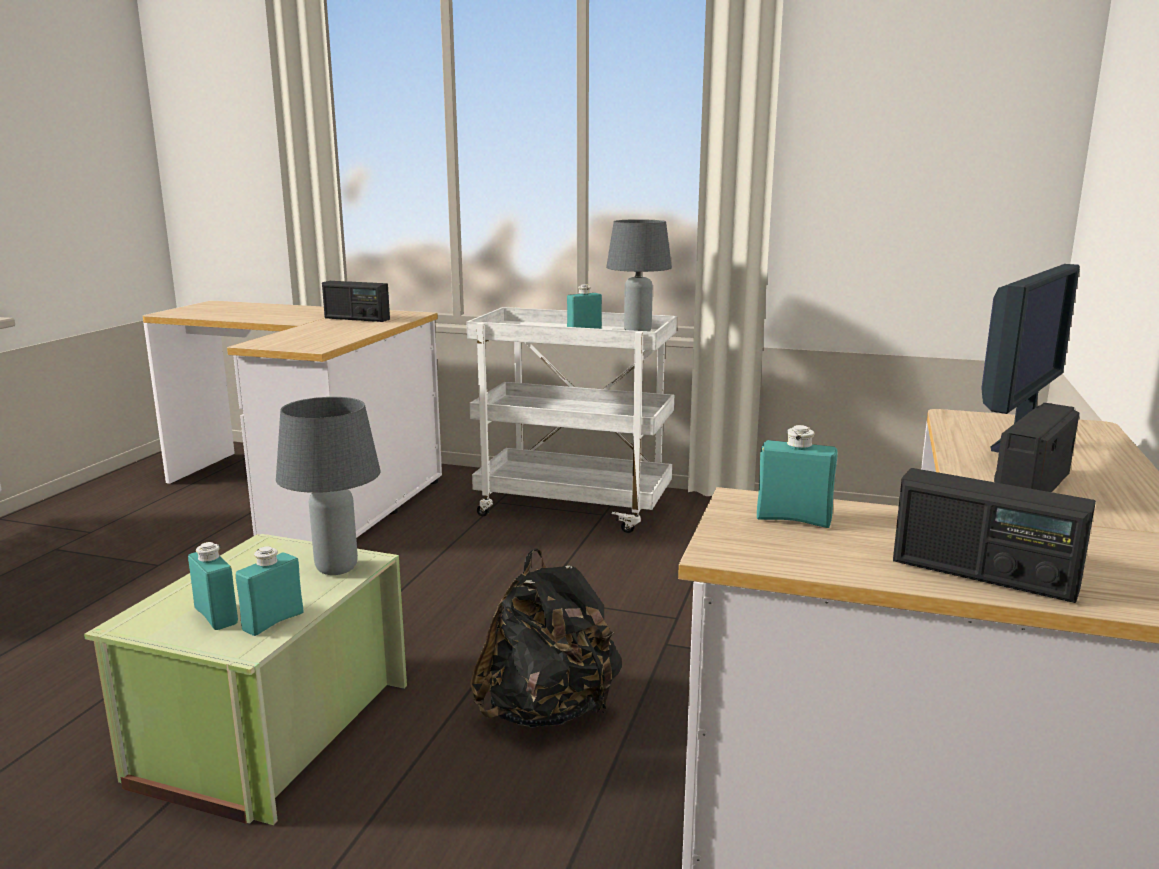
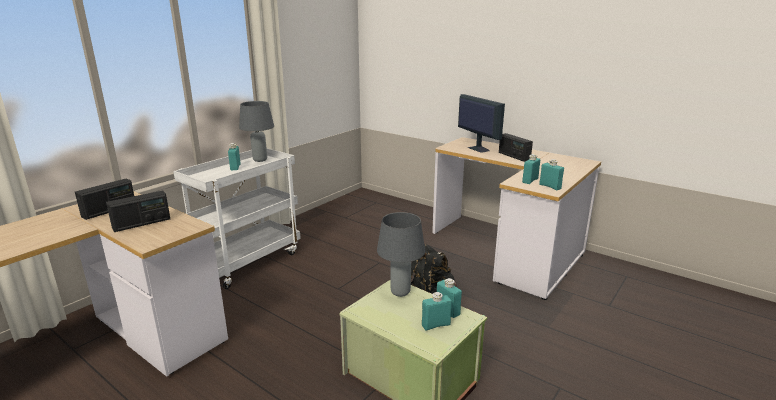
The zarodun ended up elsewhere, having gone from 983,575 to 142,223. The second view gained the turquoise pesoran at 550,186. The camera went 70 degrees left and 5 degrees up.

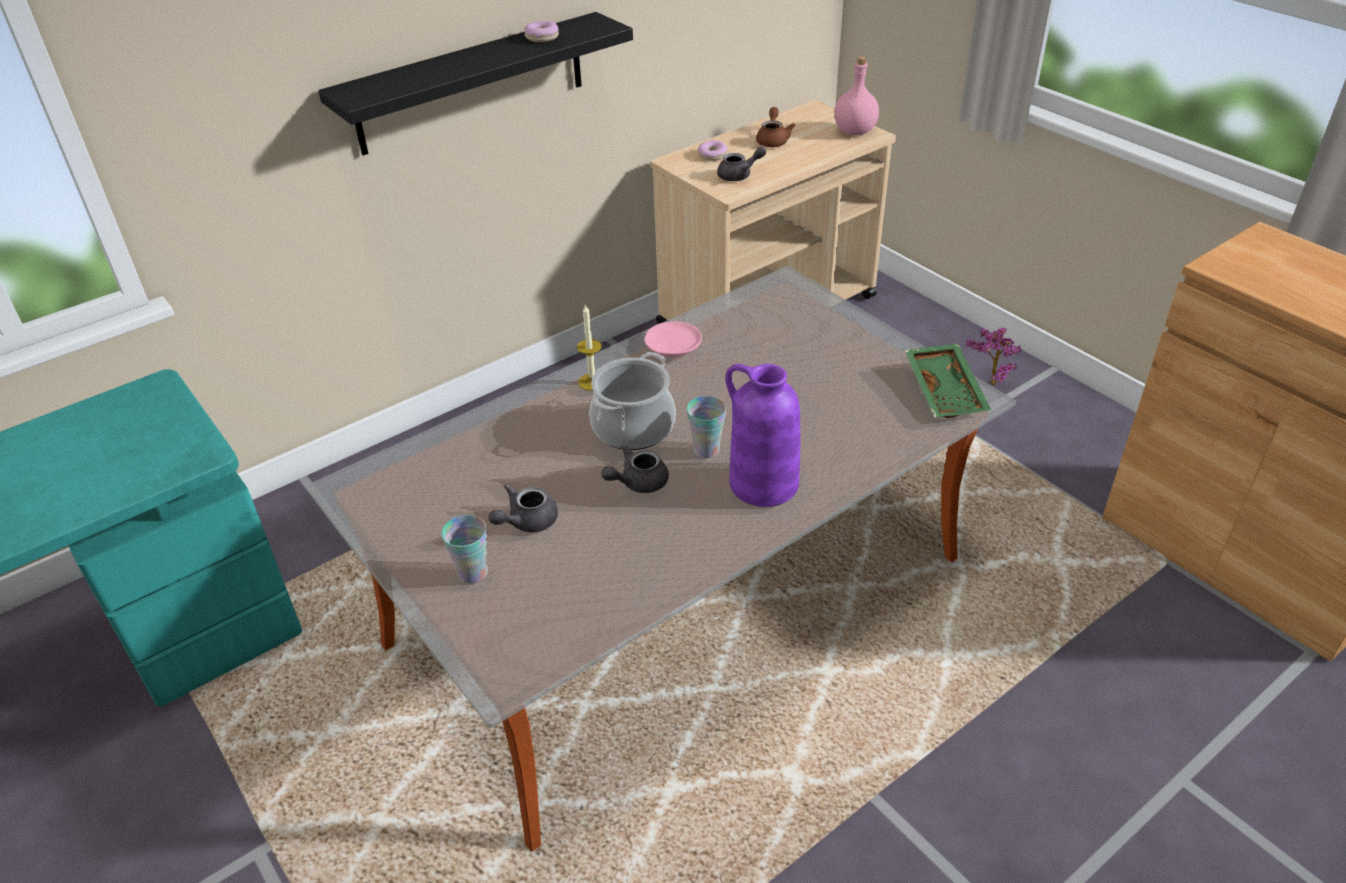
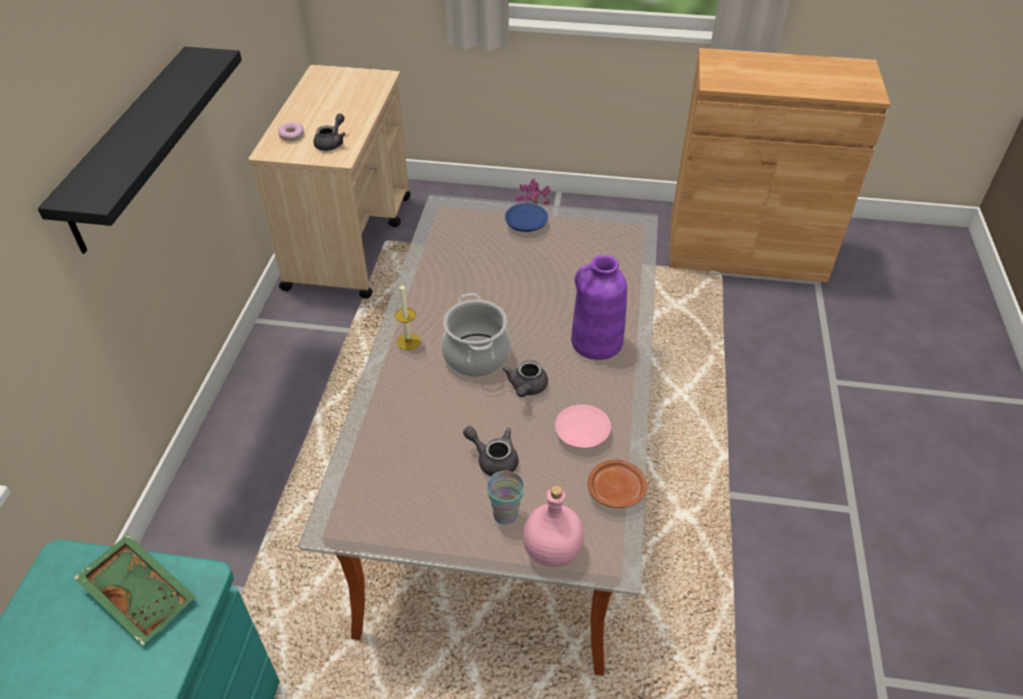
The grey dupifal at 526,522 ended up facing another way, 120 degrees clockwise from before. The second view lost the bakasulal at 542,37. The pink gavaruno ended up elsewhere, having gone from 672,347 to 581,433. The second view lost the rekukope at 706,450. The second view lost the brown dupifal at 773,140. The pink pesoran ended up elsewhere, having gone from 855,132 to 553,551. The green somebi ended up elsewhere, having gone from 946,391 to 142,593. The second view gained the blue gavaruno at 526,224. The second view gained the brown gavaruno at 616,490. The camera went 45 degrees left and 5 degrees up.

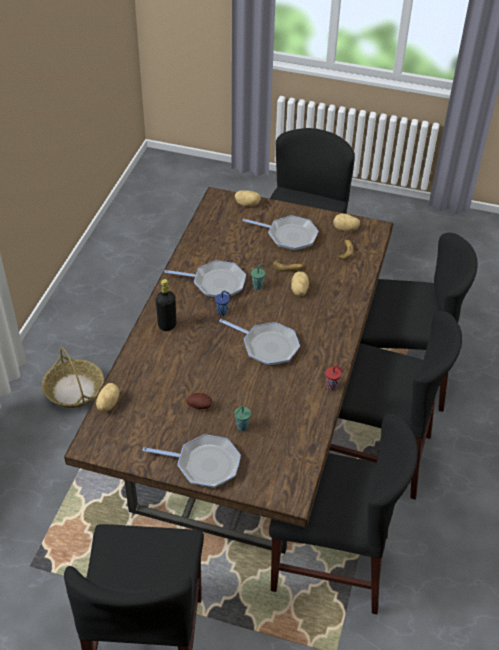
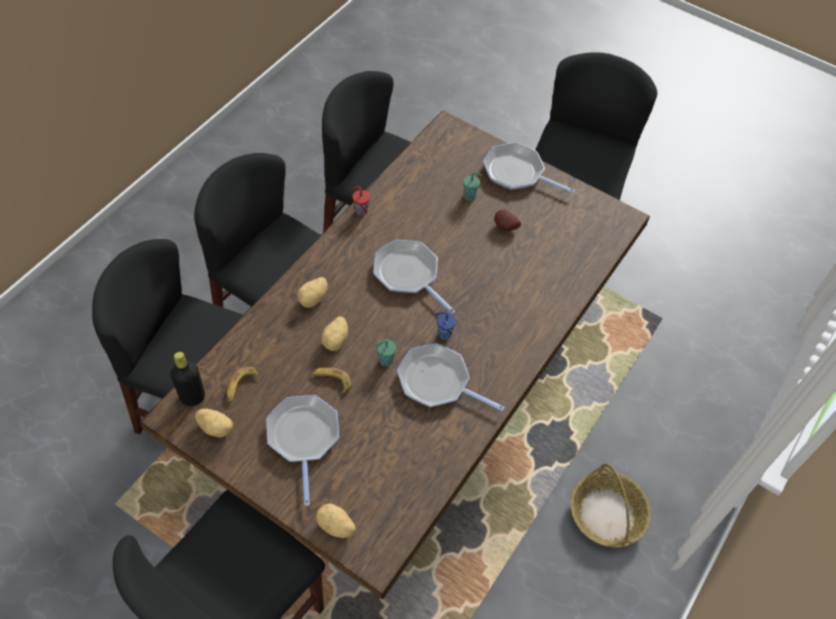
The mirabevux ended up elsewhere, having gone from 107,403 to 314,299. The black pesoran ended up elsewhere, having gone from 167,325 to 192,397. The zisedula at 289,236 ended up facing another way, 45 degrees clockwise from before. The camera went 165 degrees left and 10 degrees up.

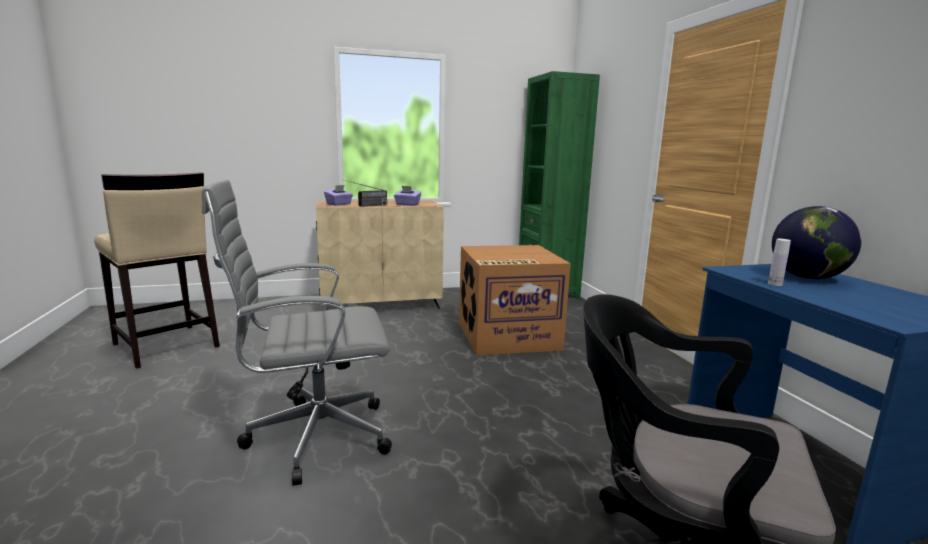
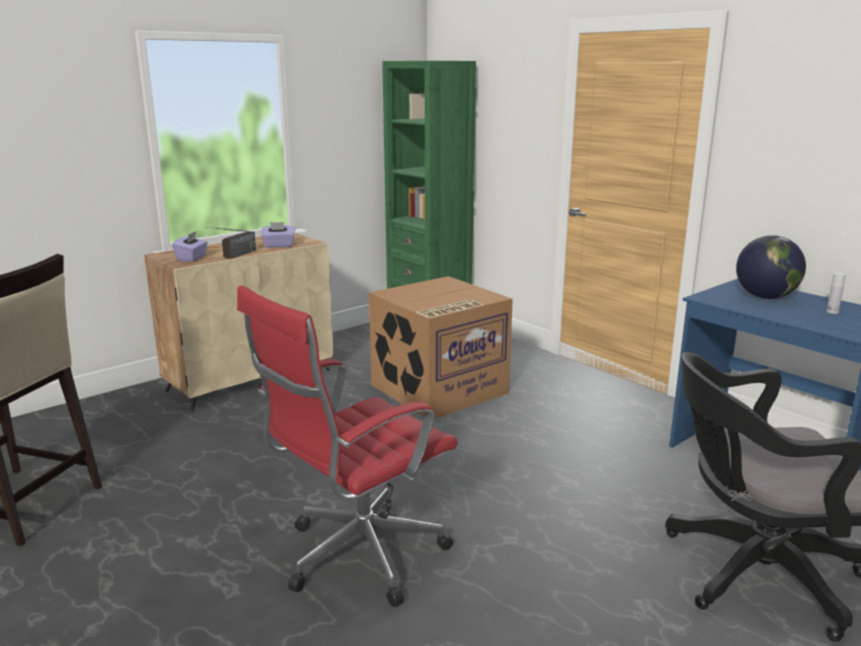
What was the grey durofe at 312,437 turned into the red durofe at 357,557. The white pesoran ended up elsewhere, having gone from 775,284 to 832,312. The camera went 25 degrees left and 5 degrees up.

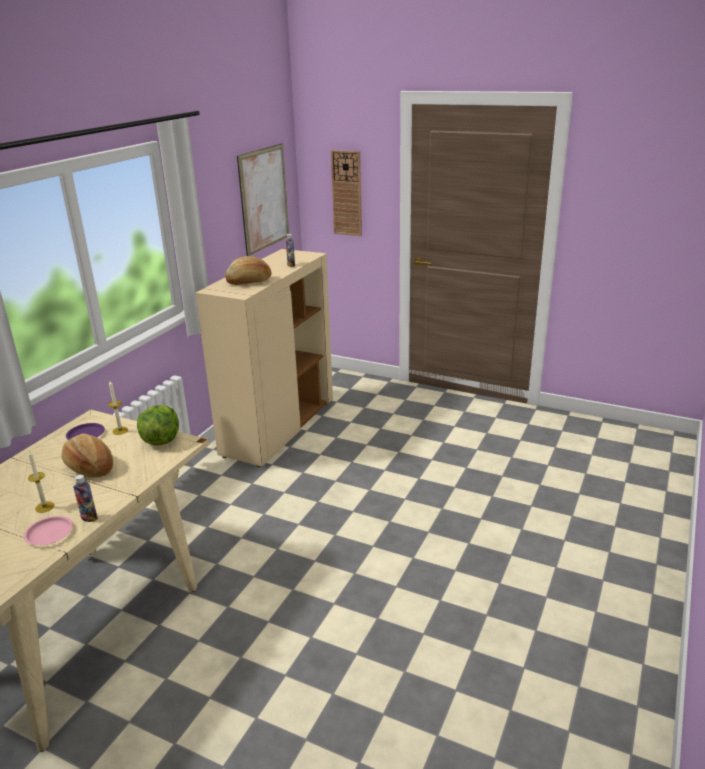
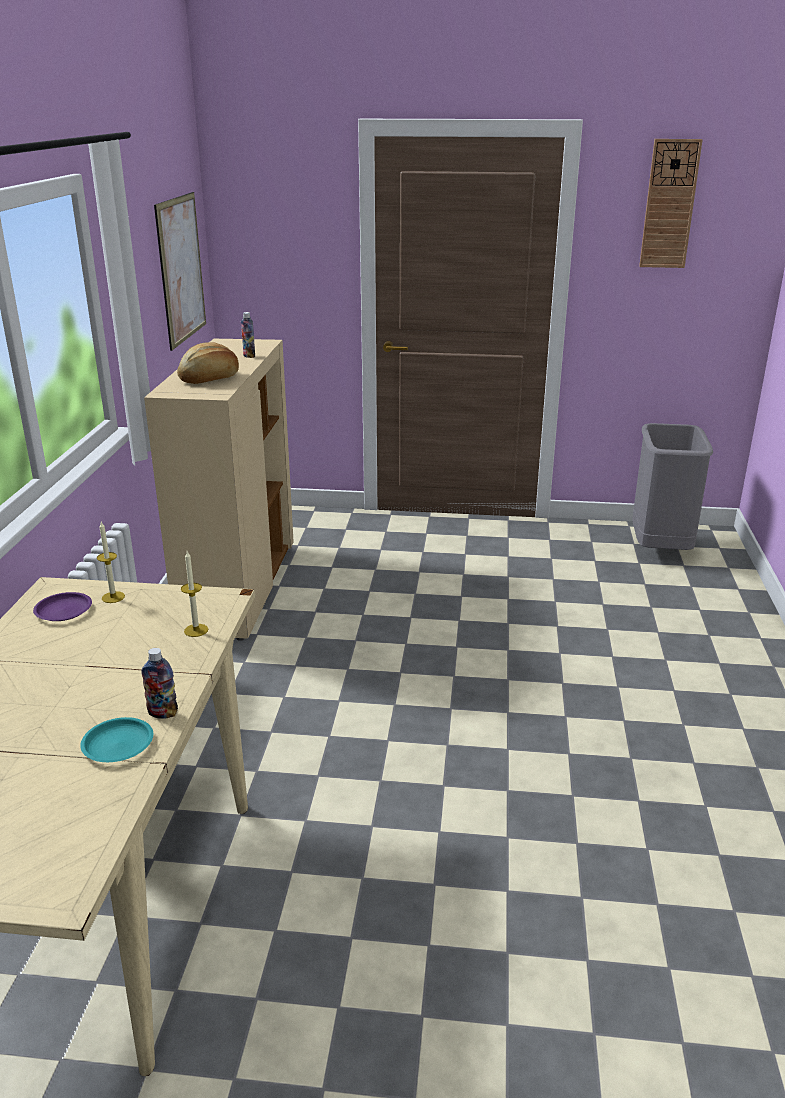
What was the pink gavaruno at 49,533 turned into the turquoise gavaruno at 118,744. The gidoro ended up elsewhere, having gone from 44,507 to 196,630. The second view lost the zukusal at 90,467. The second view lost the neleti at 161,440. The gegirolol ended up elsewhere, having gone from 347,193 to 669,204. The second view gained the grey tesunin at 661,548. The camera went 20 degrees left and 0 degrees up.

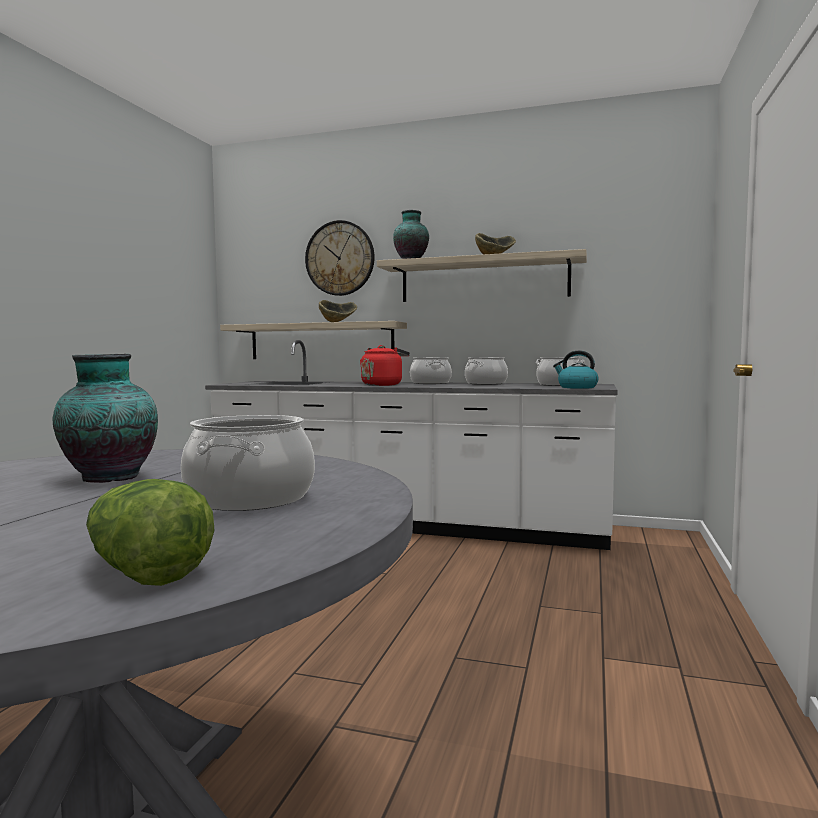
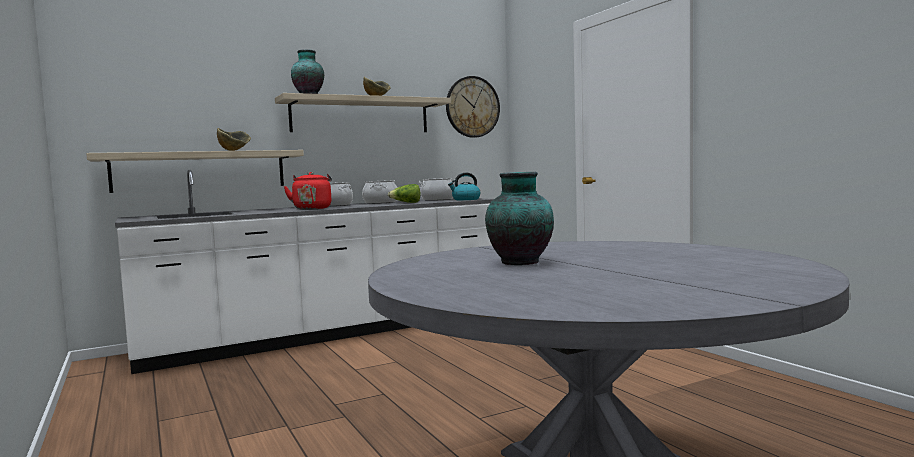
The neleti ended up elsewhere, having gone from 144,570 to 406,203. The second view lost the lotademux at 249,498. The gegirolol ended up elsewhere, having gone from 340,258 to 472,107. The camera went 45 degrees left and 0 degrees up.

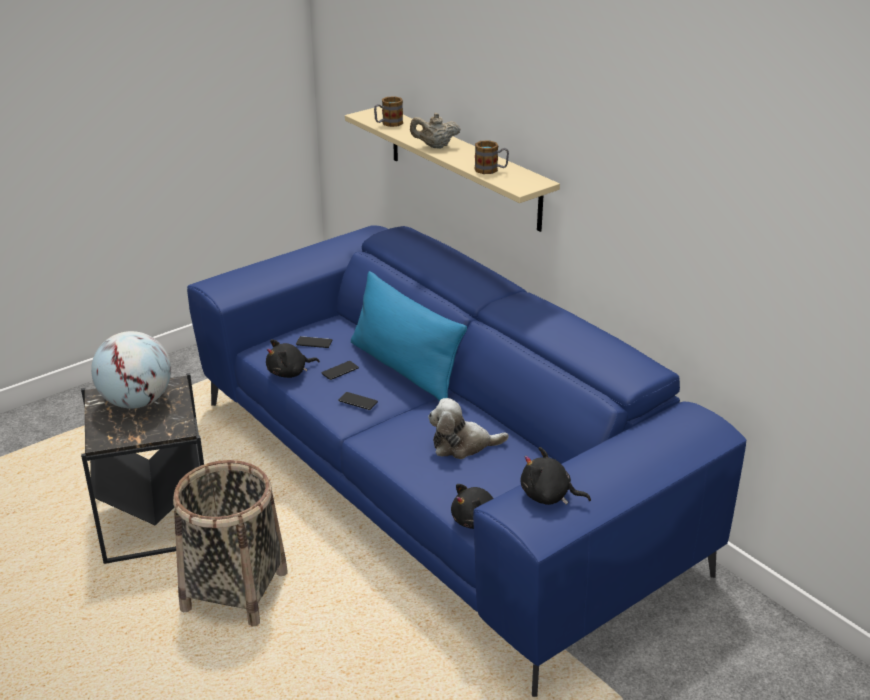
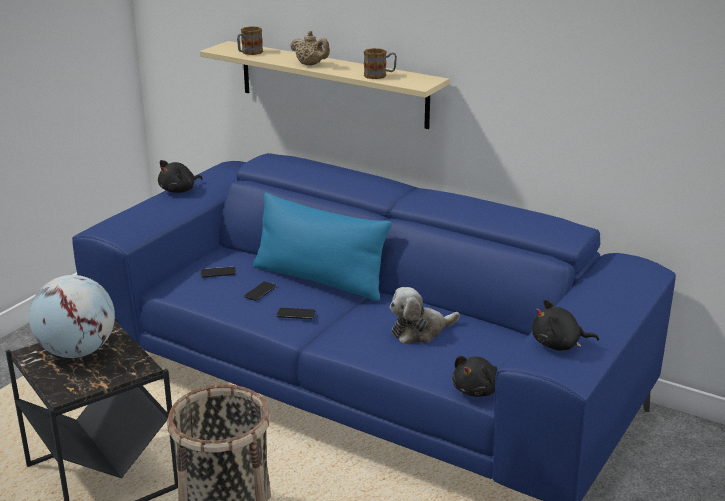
The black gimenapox ended up elsewhere, having gone from 289,373 to 179,190. The beige dupifal at 435,146 ended up facing another way, 120 degrees counterclockwise from before. The camera went 20 degrees left and 5 degrees down.

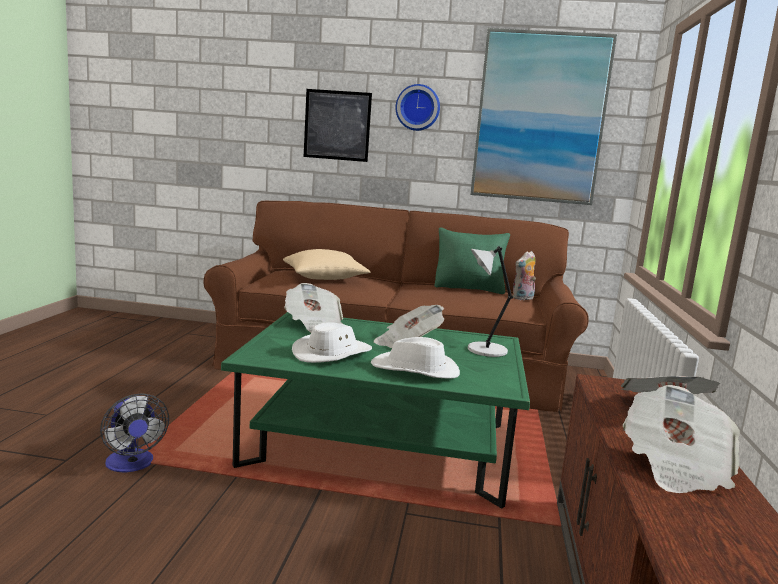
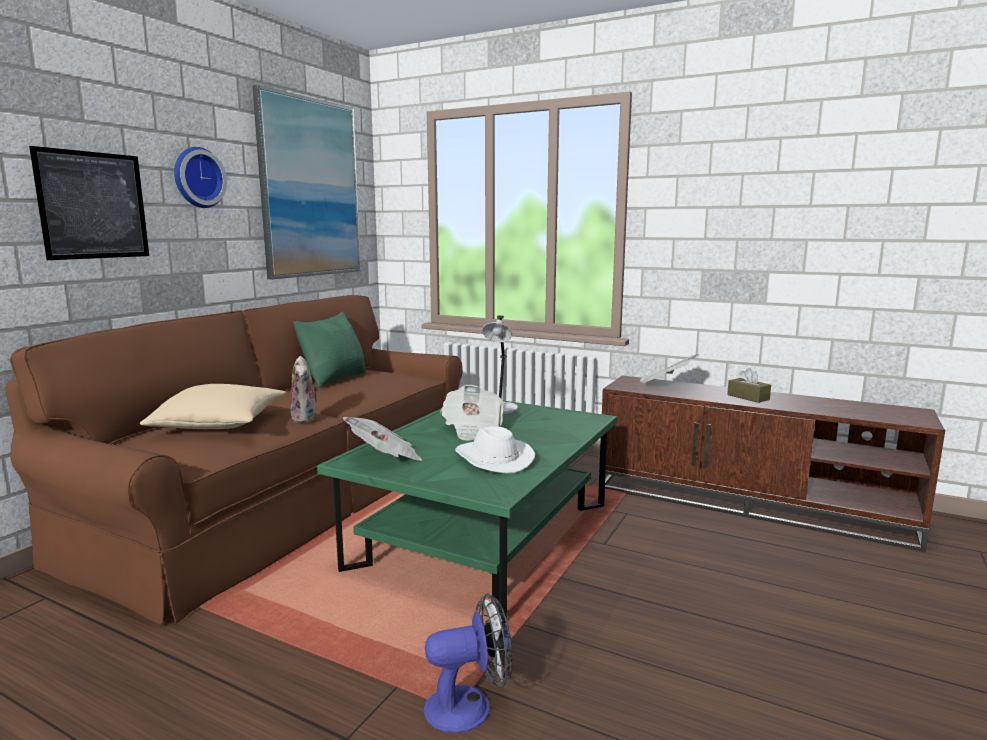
The second view lost the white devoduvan at 415,370. The gimenapox ended up elsewhere, having gone from 523,299 to 305,418. Where the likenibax stood at 675,467, the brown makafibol came to stand at 748,397. The camera went 70 degrees left and 0 degrees up.

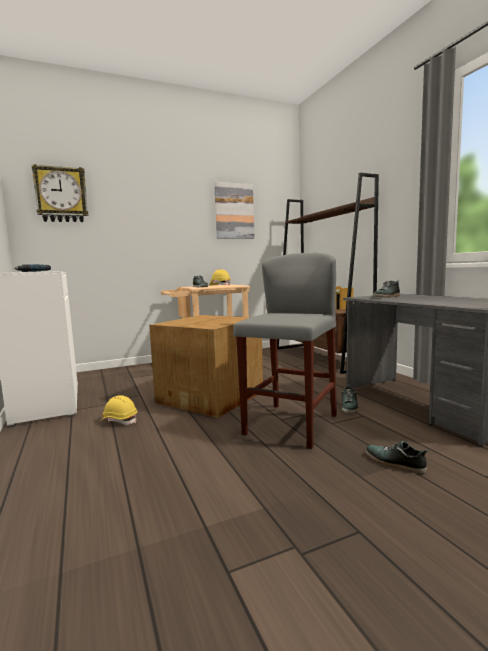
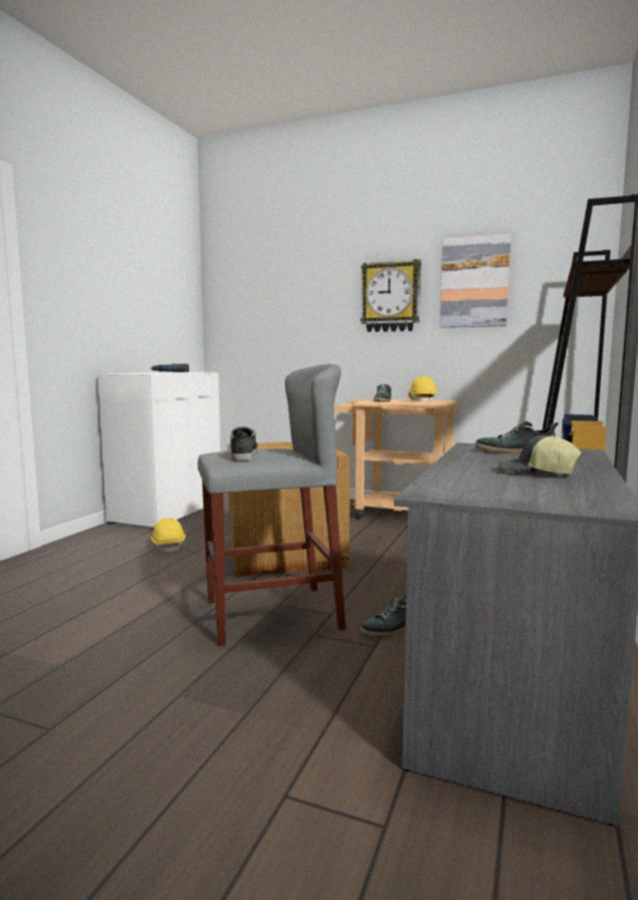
The gegirolol ended up elsewhere, having gone from 61,195 to 391,297. The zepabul ended up elsewhere, having gone from 394,462 to 243,454. The second view gained the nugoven at 536,473. The camera went 45 degrees right and 0 degrees up.

